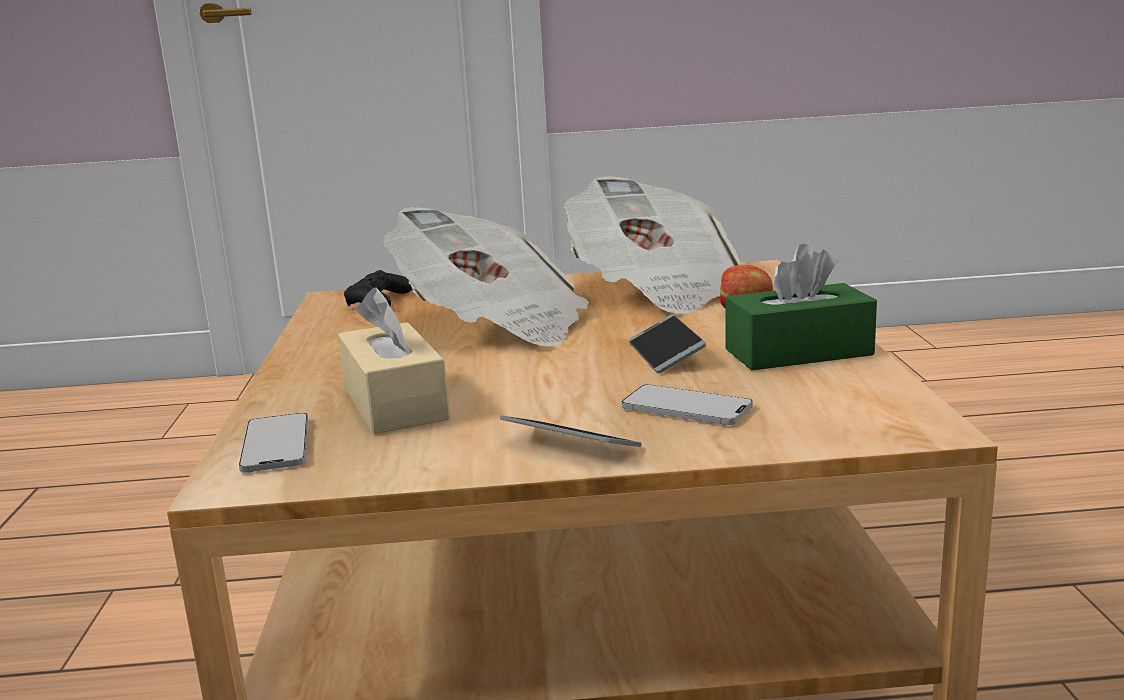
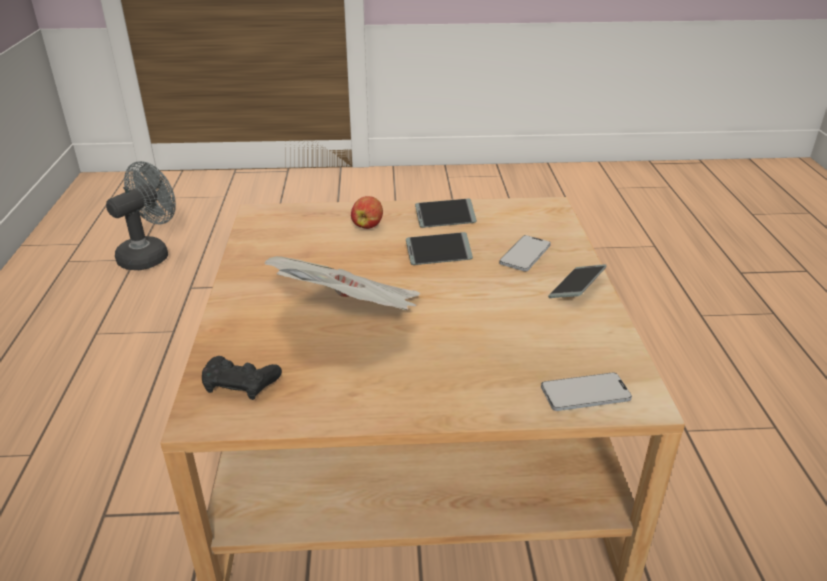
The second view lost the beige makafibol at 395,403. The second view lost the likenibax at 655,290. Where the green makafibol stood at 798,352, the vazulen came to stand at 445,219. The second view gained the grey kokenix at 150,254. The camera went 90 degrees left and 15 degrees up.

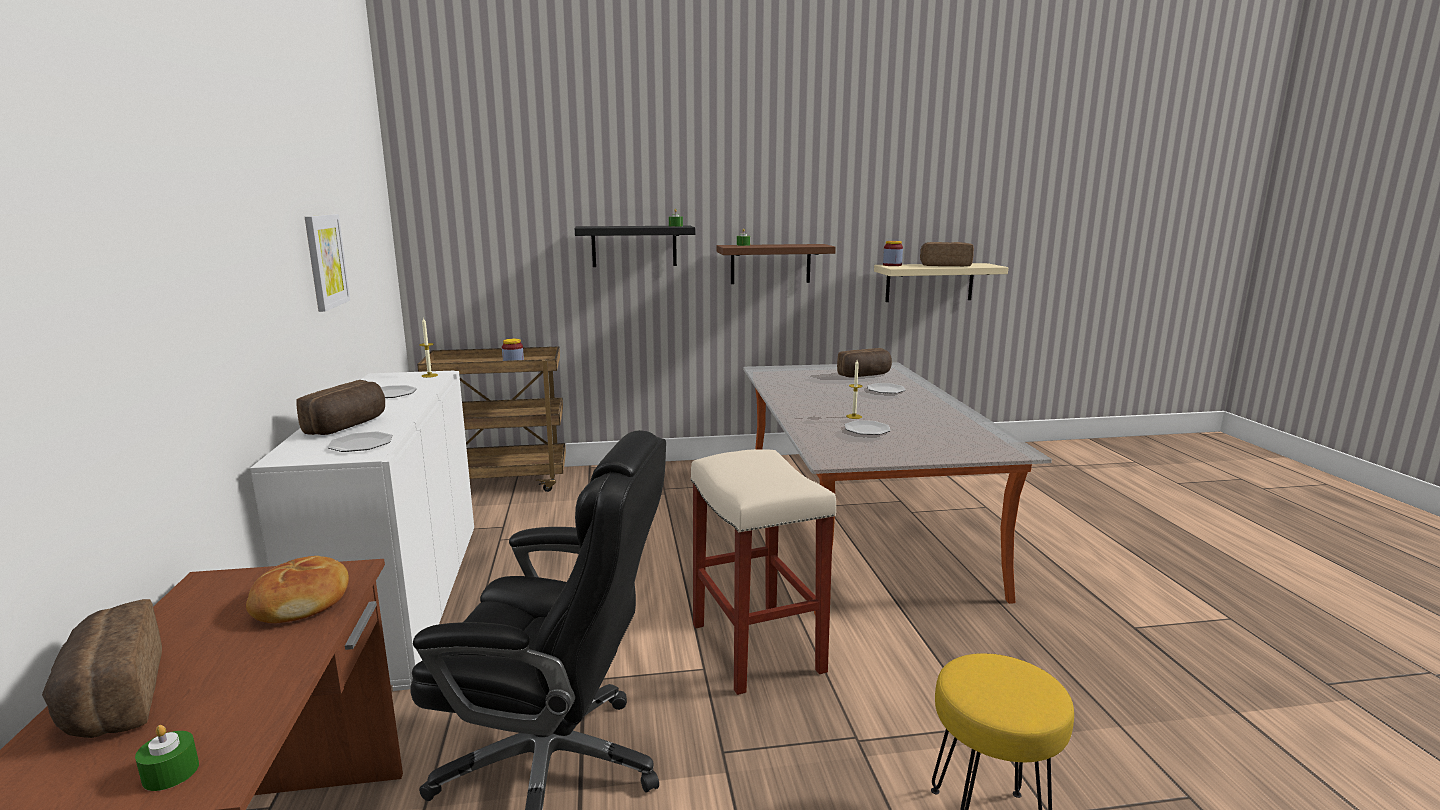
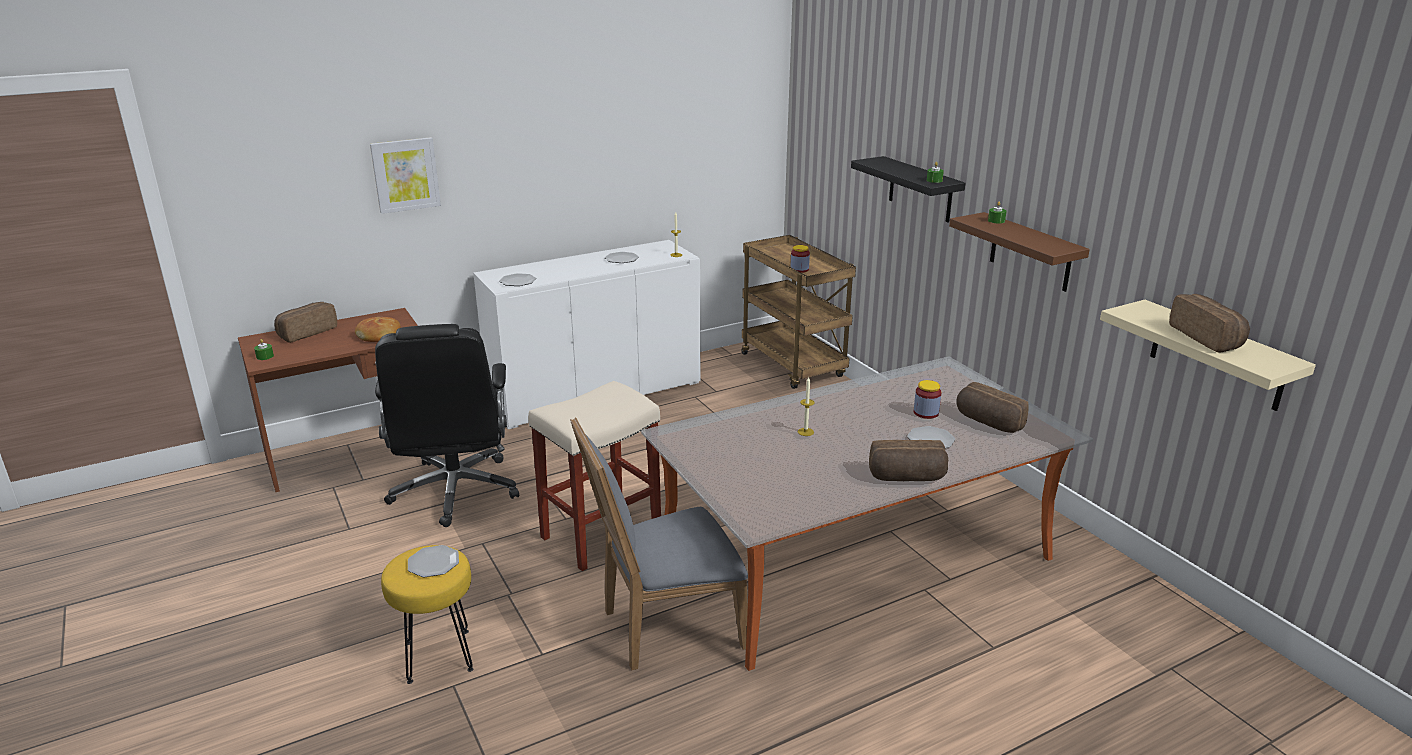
The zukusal ended up elsewhere, having gone from 349,426 to 907,478. The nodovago ended up elsewhere, having gone from 325,261 to 405,175. The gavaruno ended up elsewhere, having gone from 866,430 to 433,563. The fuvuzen ended up elsewhere, having gone from 892,265 to 926,413. The second view gained the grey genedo at 665,627. The camera went 70 degrees right and 10 degrees up.

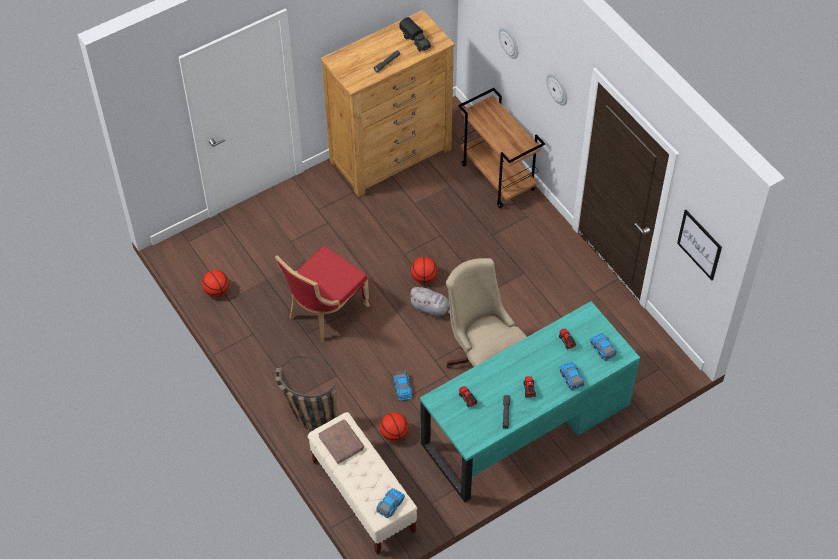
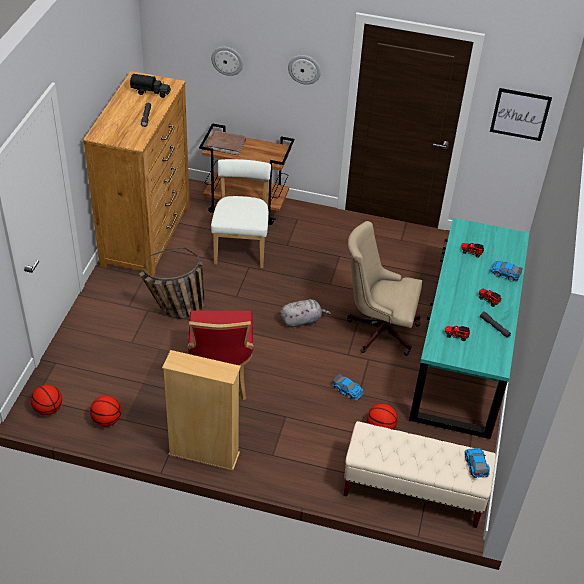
The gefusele ended up elsewhere, having gone from 306,414 to 174,311. The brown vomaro ended up elsewhere, having gone from 341,442 to 227,144. The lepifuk ended up elsewhere, having gone from 424,278 to 48,409. The second view lost the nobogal at 602,348. The second view gained the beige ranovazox at 204,454. The second view gained the white genedo at 241,247. The camera went 45 degrees left and 10 degrees down.

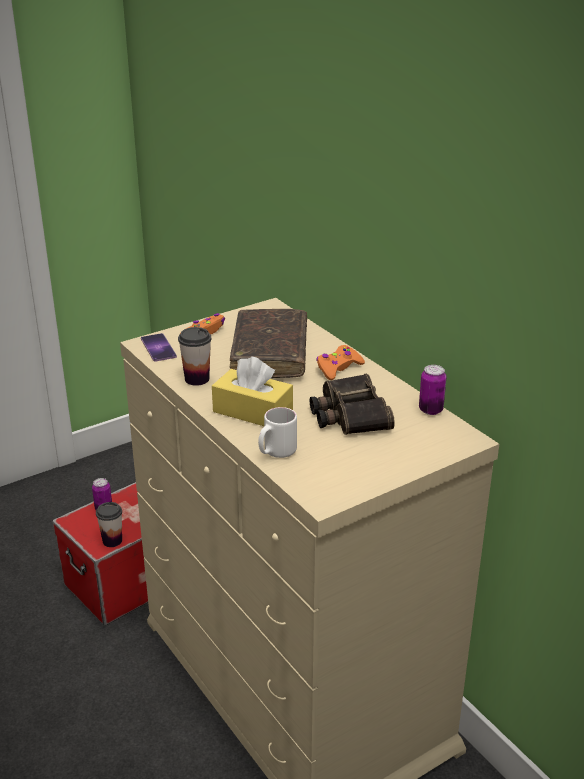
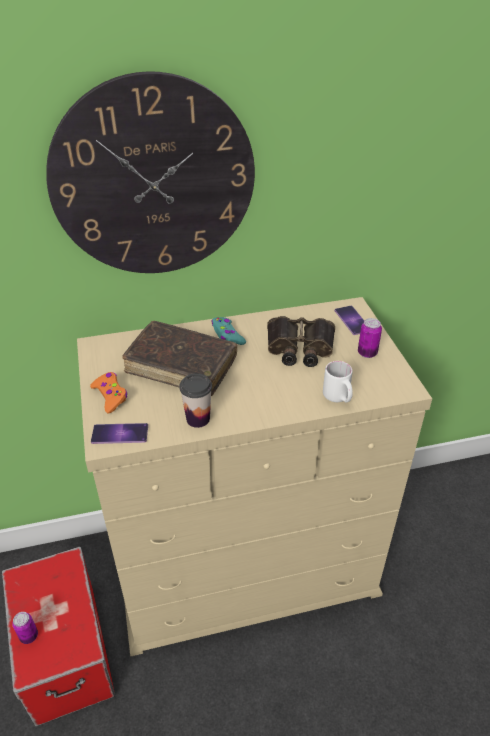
The second view lost the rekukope at 112,541. The second view lost the yellow makafibol at 253,411. What was the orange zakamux at 338,368 turned into the turquoise zakamux at 227,335. The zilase ended up elsewhere, having gone from 430,410 to 367,353. The second view gained the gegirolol at 153,181. The second view gained the vazulen at 352,320. The camera went 70 degrees left and 10 degrees up.

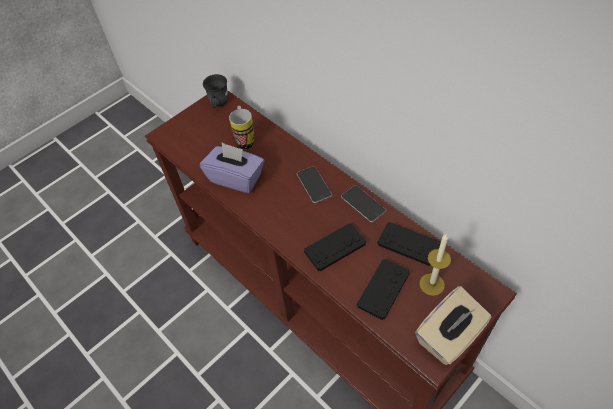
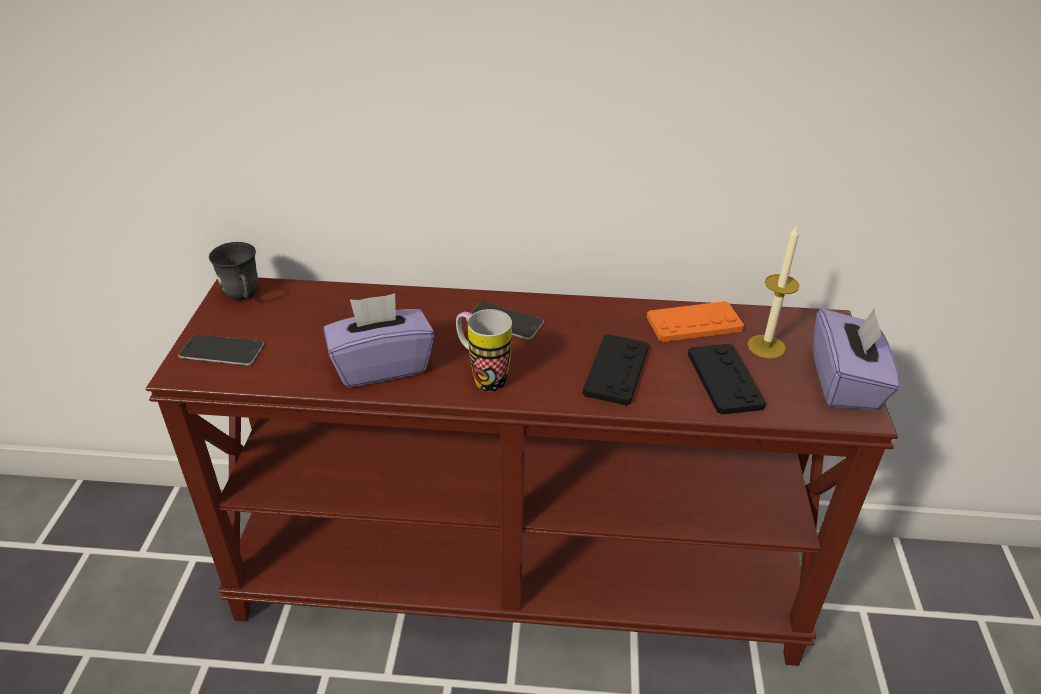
The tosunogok ended up elsewhere, having gone from 245,139 to 482,376. The vazulen ended up elsewhere, having gone from 363,203 to 222,350. What was the black zakamux at 408,244 turned into the orange zakamux at 694,323. What was the beige makafibol at 449,336 turned into the purple makafibol at 845,383. The camera went 45 degrees left and 15 degrees down.

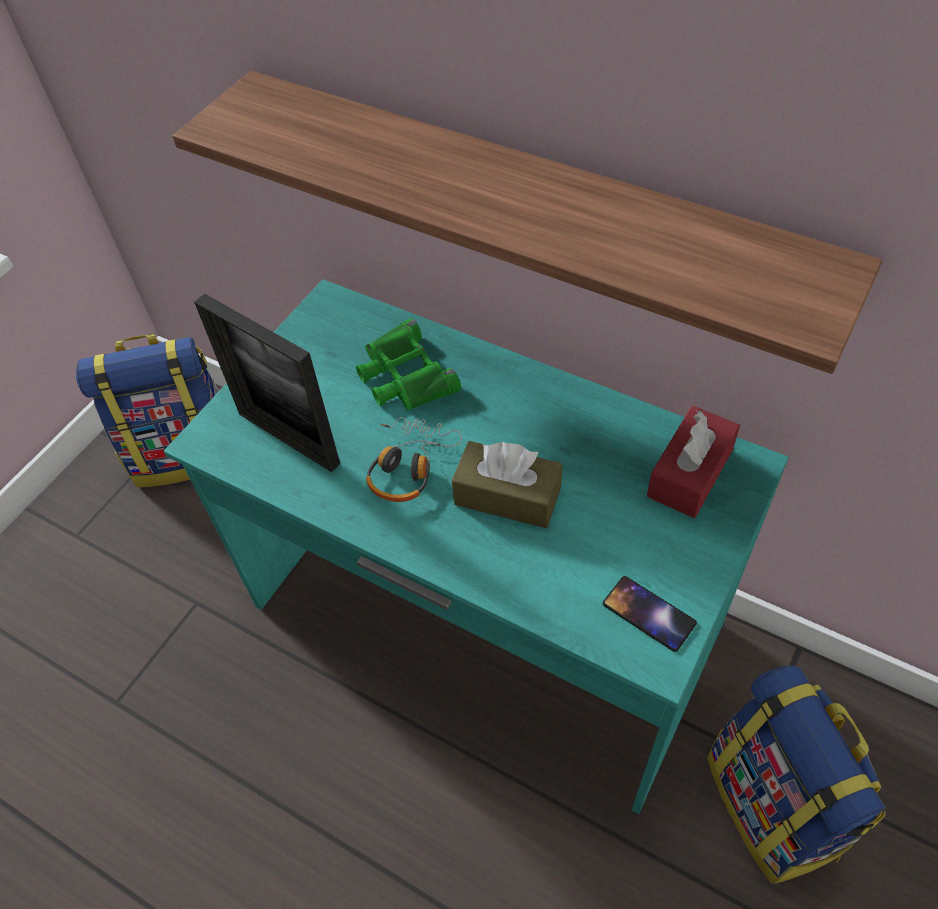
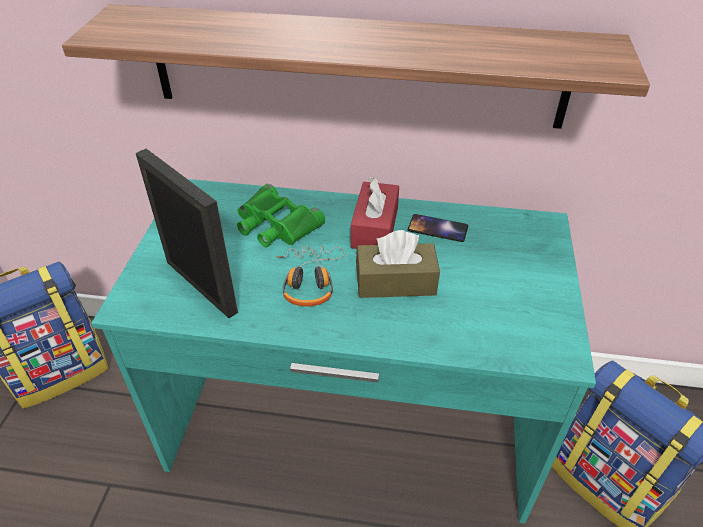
The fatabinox at 288,438 ended up facing another way, 150 degrees counterclockwise from before. The vazulen ended up elsewhere, having gone from 648,614 to 437,228. The red makafibol ended up elsewhere, having gone from 690,473 to 375,228. The camera went 25 degrees left and 10 degrees down.

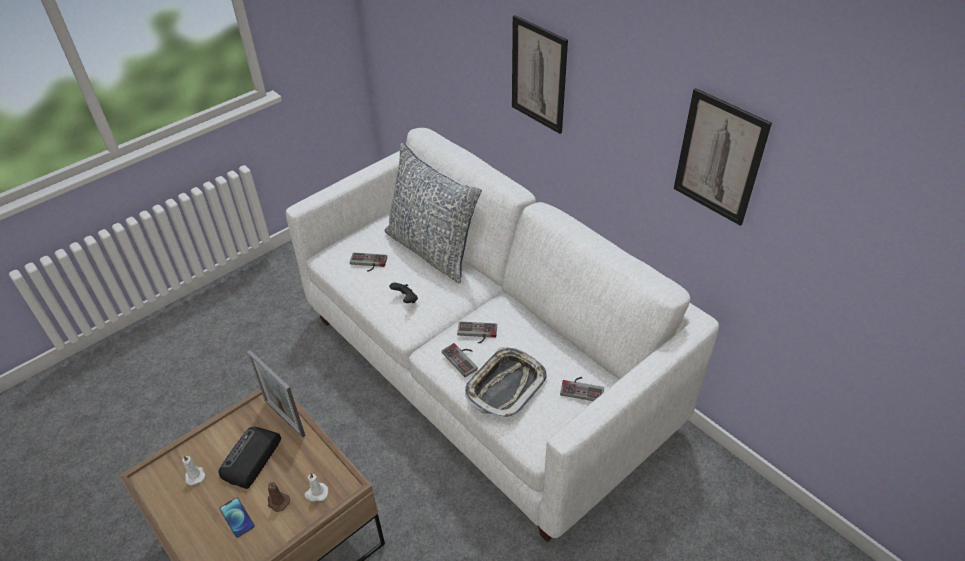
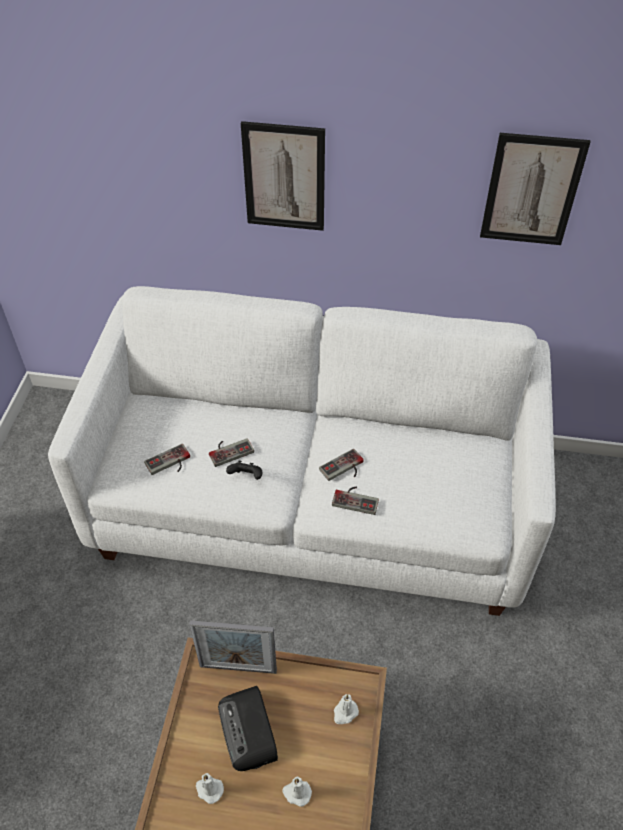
Where the vazulen stood at 237,517, the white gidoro came to stand at 296,793. The second view lost the brown gidoro at 278,501. The second view lost the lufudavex at 432,250. The second view lost the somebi at 505,386. The zakamux ended up elsewhere, having gone from 582,388 to 229,450. The camera went 40 degrees left and 5 degrees up.

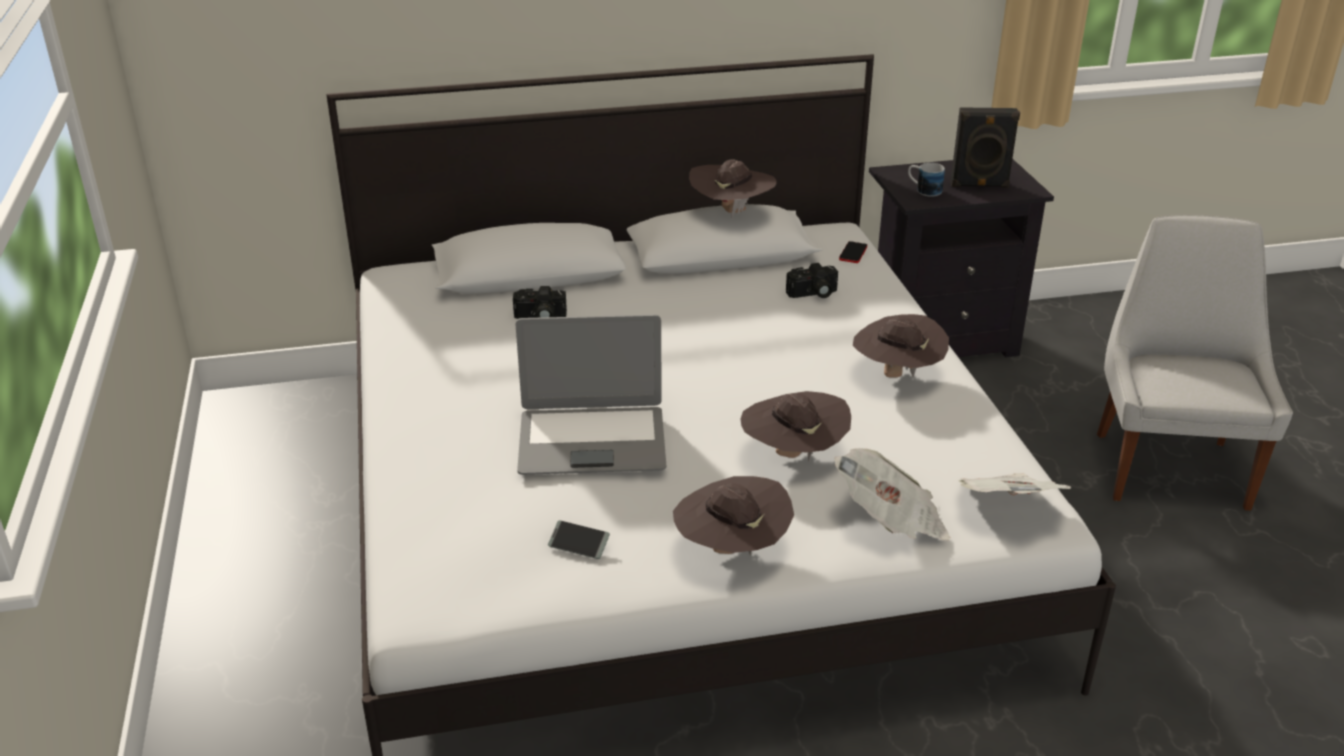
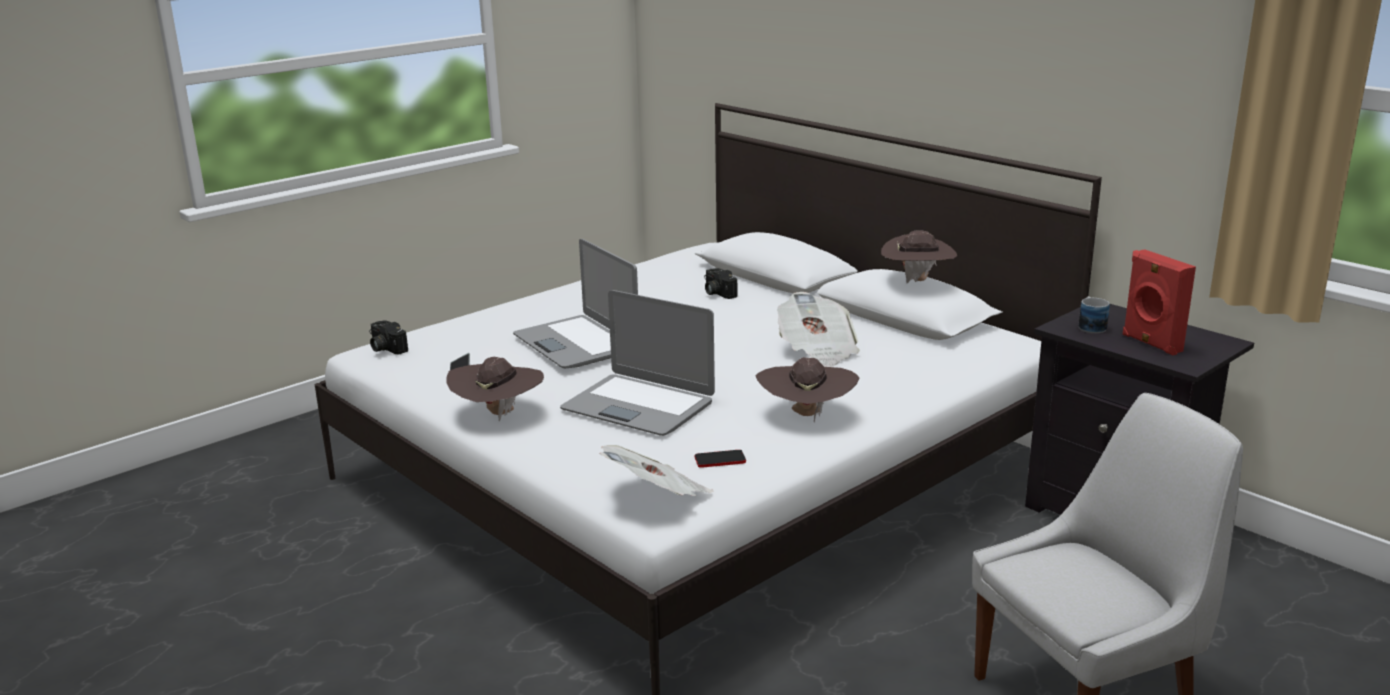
Where the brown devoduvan stood at 793,455, the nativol came to stand at 638,406. The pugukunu ended up elsewhere, having gone from 813,294 to 385,348. The likenibax ended up elsewhere, having gone from 891,521 to 817,351. The vazulen ended up elsewhere, having gone from 853,253 to 720,460. What was the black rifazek at 979,185 turned into the red rifazek at 1150,343. The camera went 60 degrees right and 10 degrees down.

